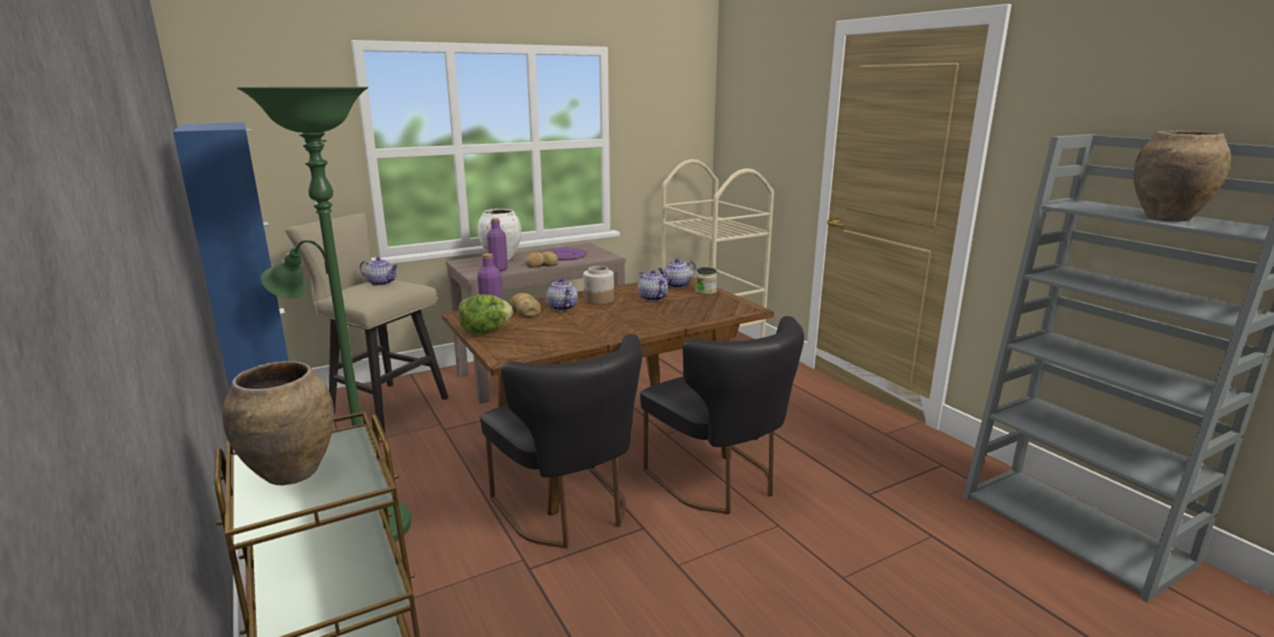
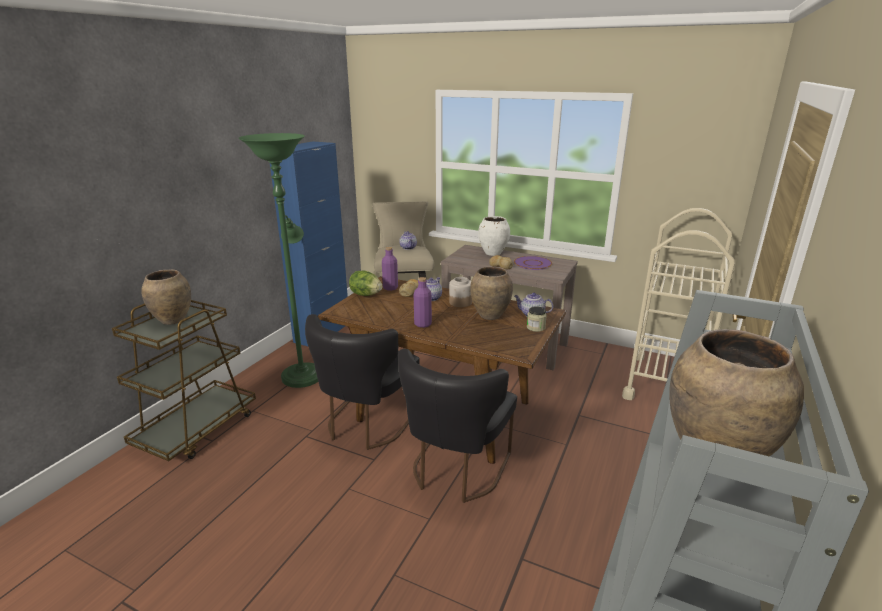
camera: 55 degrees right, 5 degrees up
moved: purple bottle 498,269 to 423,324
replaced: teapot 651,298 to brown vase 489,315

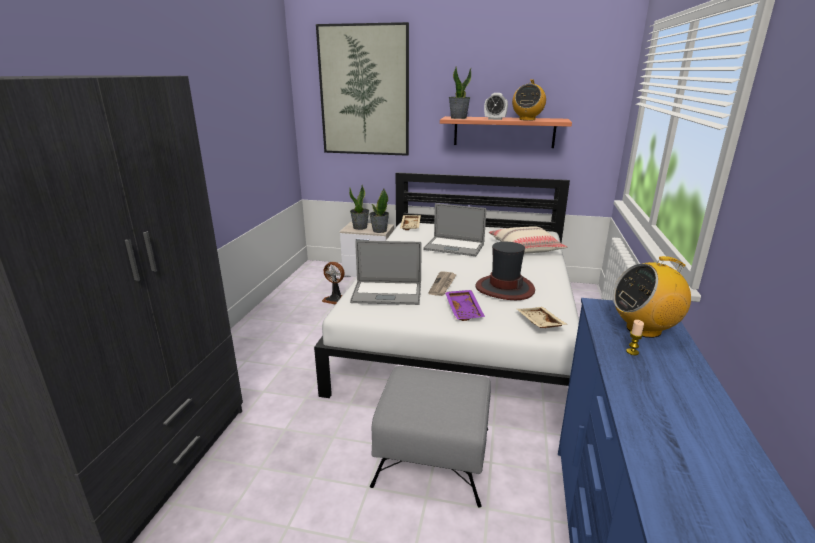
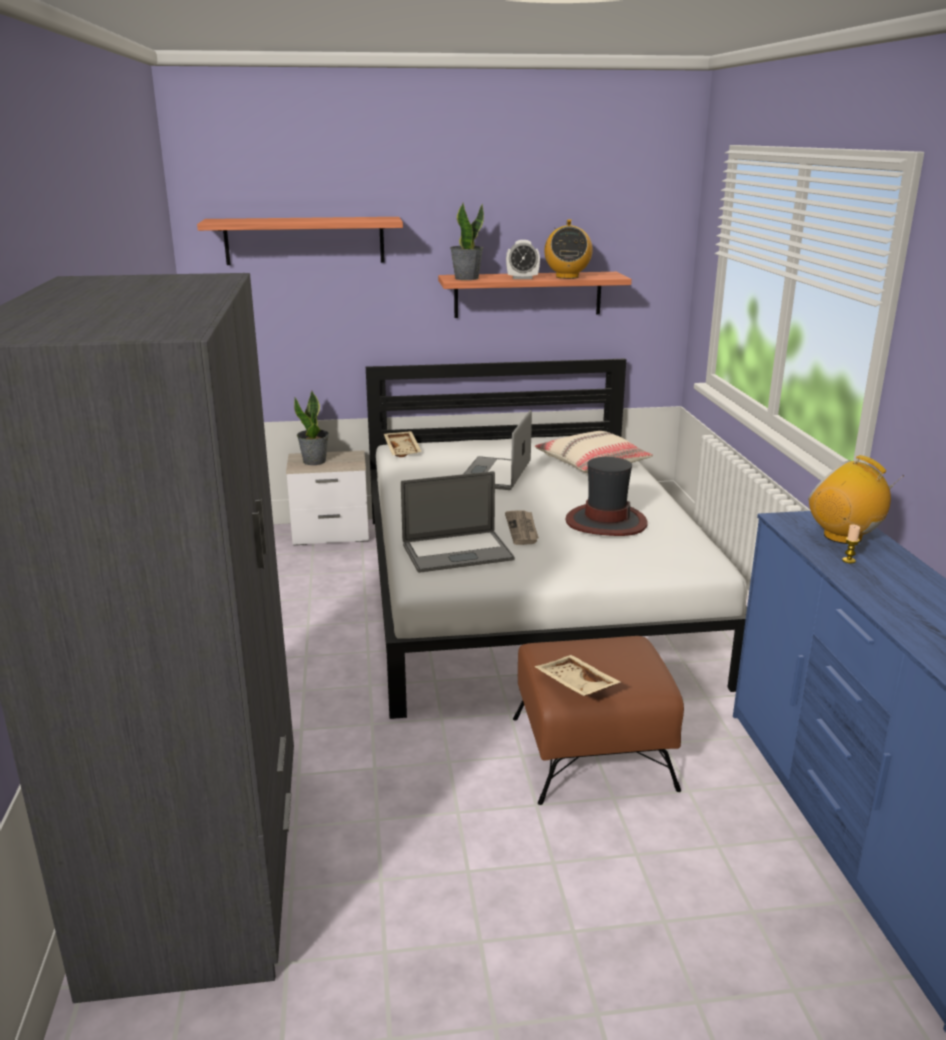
camera: 20 degrees left, 0 degrees up
removed: potted plant 379,230; fan 335,299; purple tray 464,310
moved: beige tray 538,323 to 574,685
replaced: picture 364,91 to shelf 304,240
recoloured: grey ottoman 434,456 to brown ottoman 593,753
turned: laptop 454,247 = 495,474 105 degrees clockwise; radio 644,329 = 843,536 75 degrees clockwise

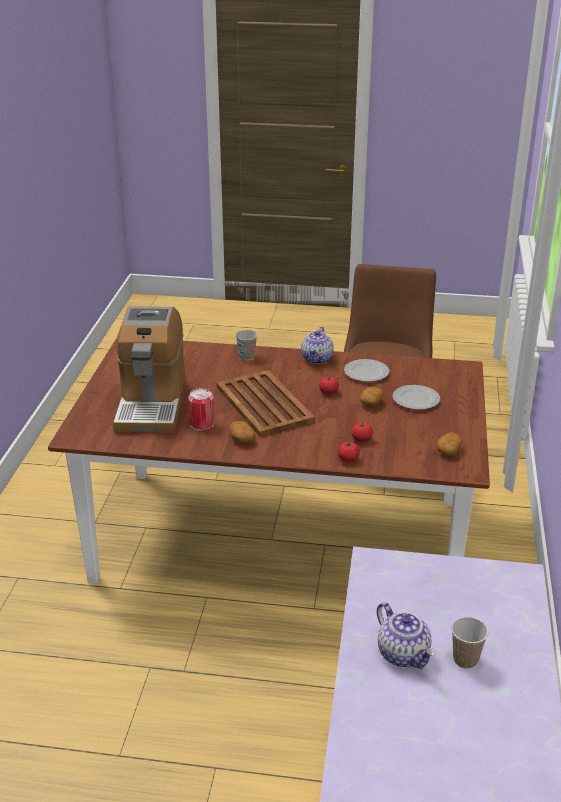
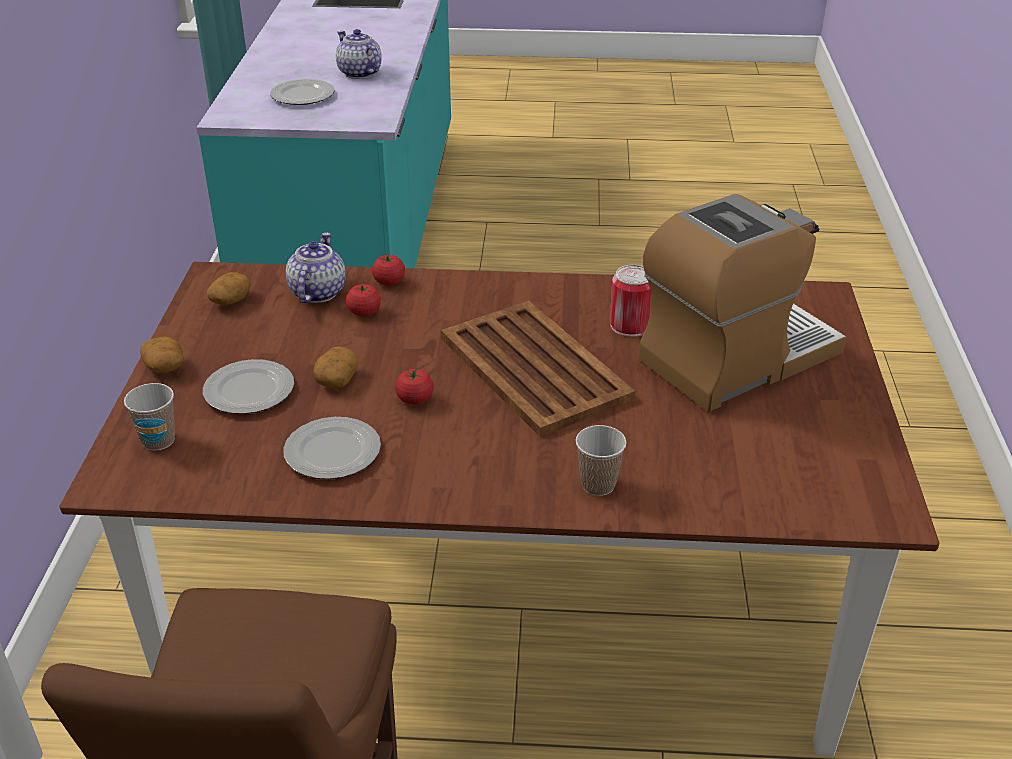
camera: 175 degrees right, 5 degrees up
added: plate 303,96
moved: teapot 317,359 to 317,292; potato 241,439 to 165,367; cup 465,659 to 158,440
turned: coffee machine 151,404 = 736,358 60 degrees clockwise

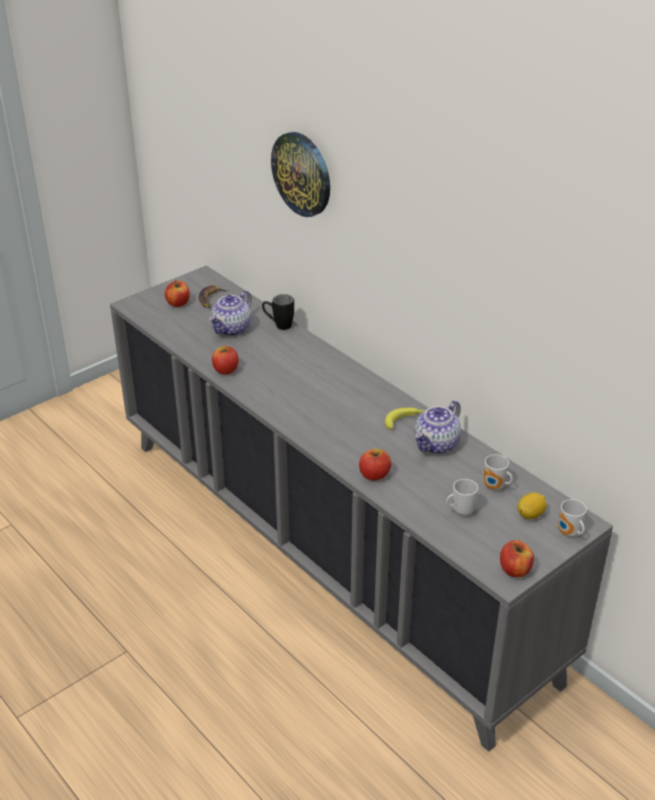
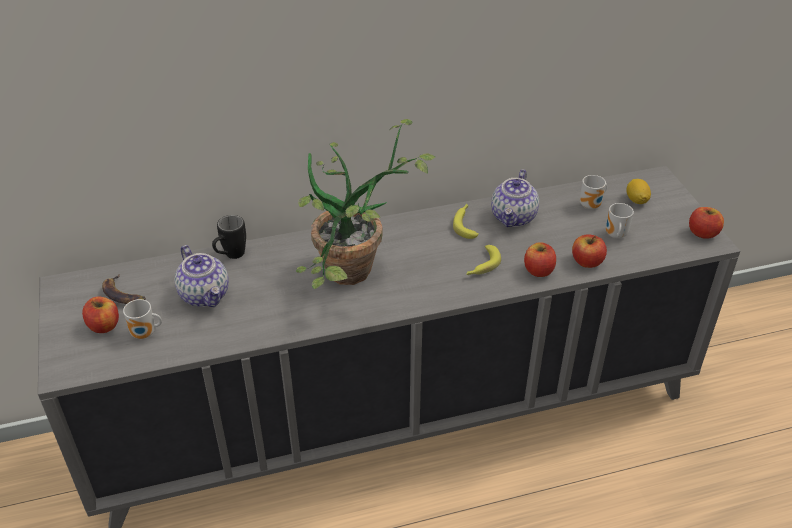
camera: 65 degrees left, 5 degrees up
removed: wall clock 302,174
added: potted plant 354,278; banana 481,266
moved: apple 225,370 to 587,262; mug 569,533 to 145,334
turned: teapot 436,444 = 514,217 45 degrees clockwise

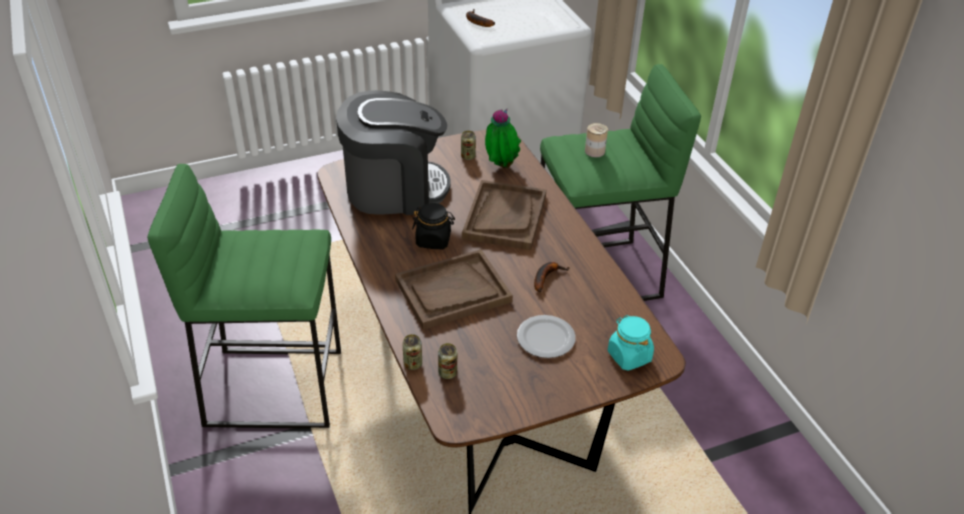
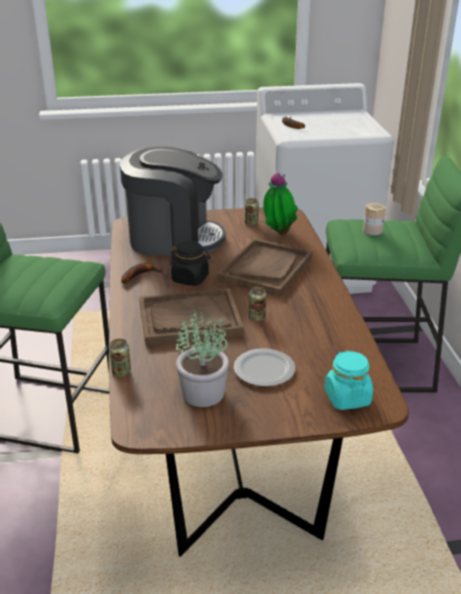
camera: 15 degrees right, 10 degrees down
added: potted plant 204,393
moved: banana 546,277 to 139,275; can 447,373 to 257,317

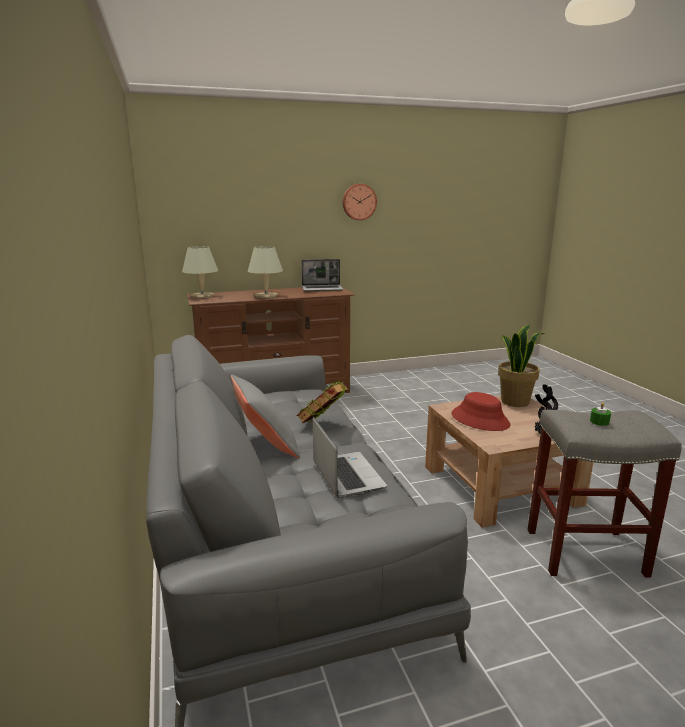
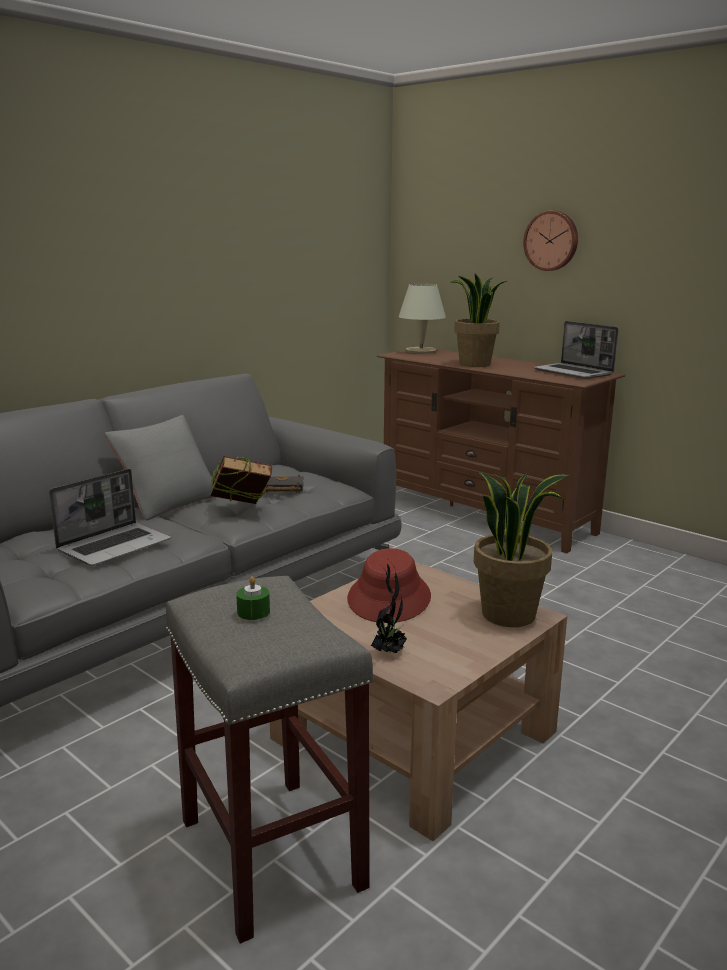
camera: 60 degrees right, 0 degrees up
added: black book 281,488
moved: wall clock 359,202 to 551,241
replaced: beige table lamp 266,296 to potted plant 475,364

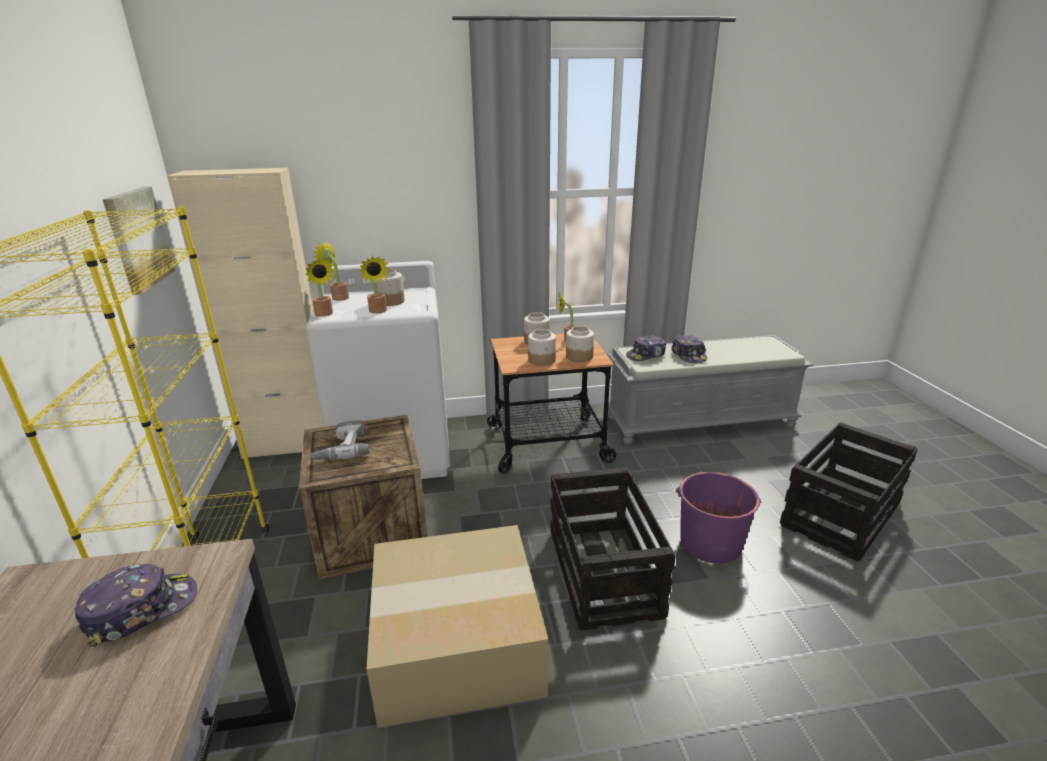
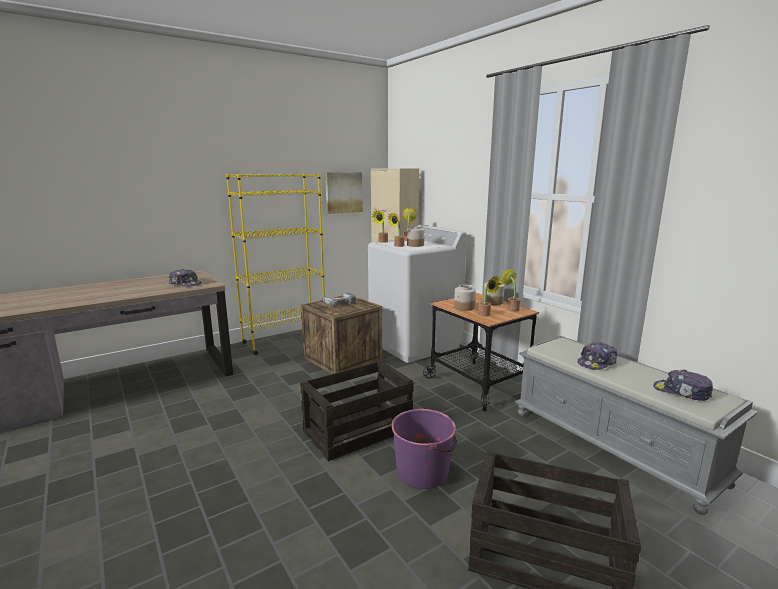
camera: 65 degrees right, 10 degrees down
removed: cardboard box 455,644
moved: cap 646,355 to 681,392
replaced: jar 579,356 to potted plant 486,315

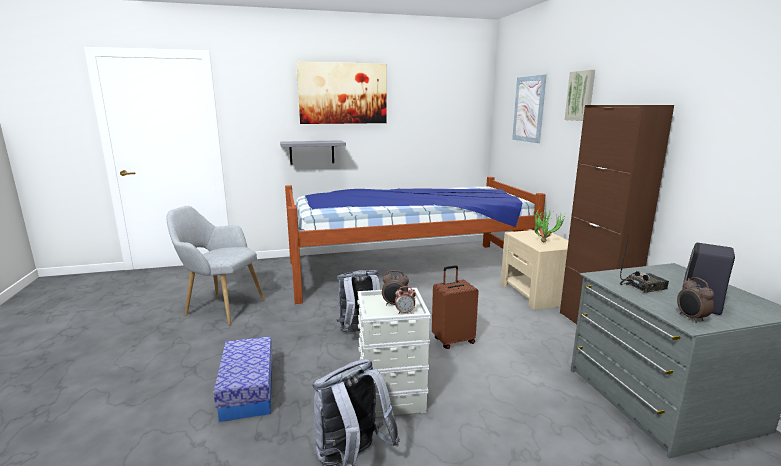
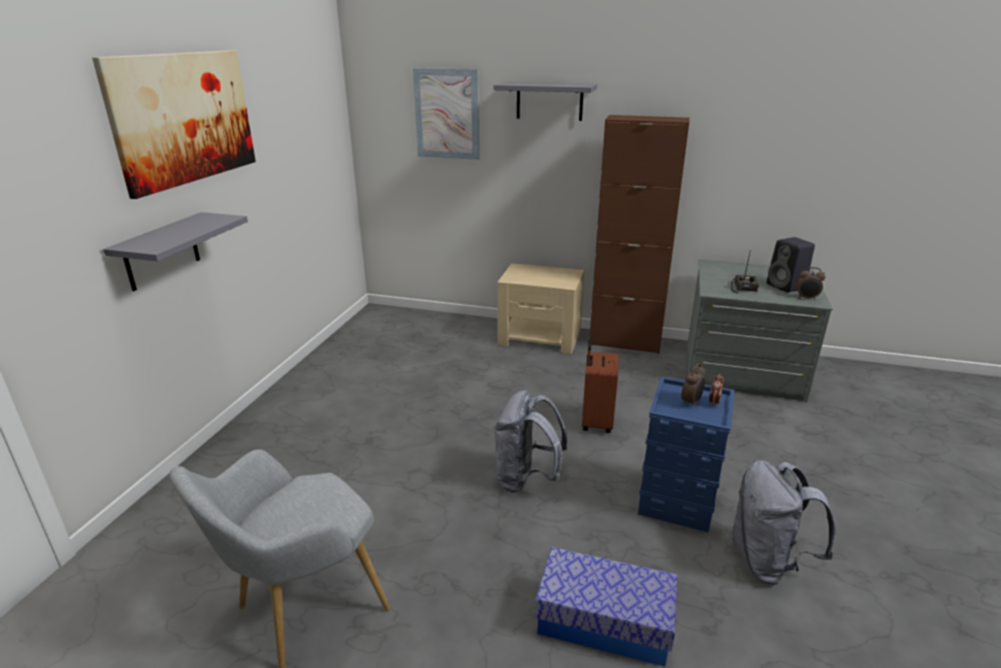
camera: 60 degrees left, 10 degrees up
removed: bed 407,269; potted plant 544,241
replaced: picture 581,96 to grey shelf 549,101
recoloured: grey storage box 392,395 to blue storage box 676,500

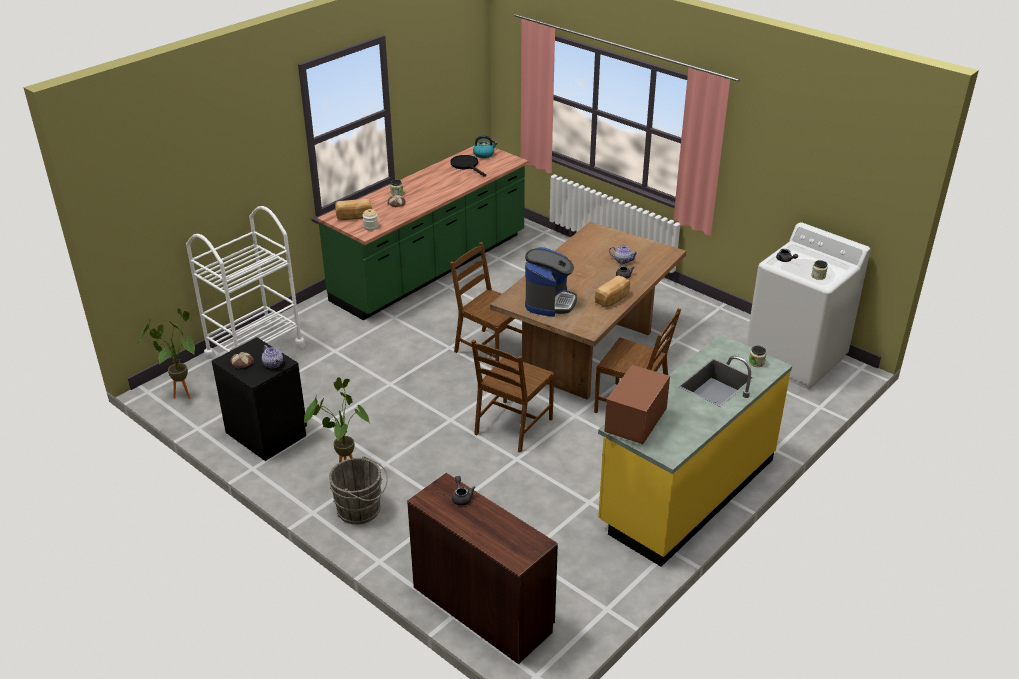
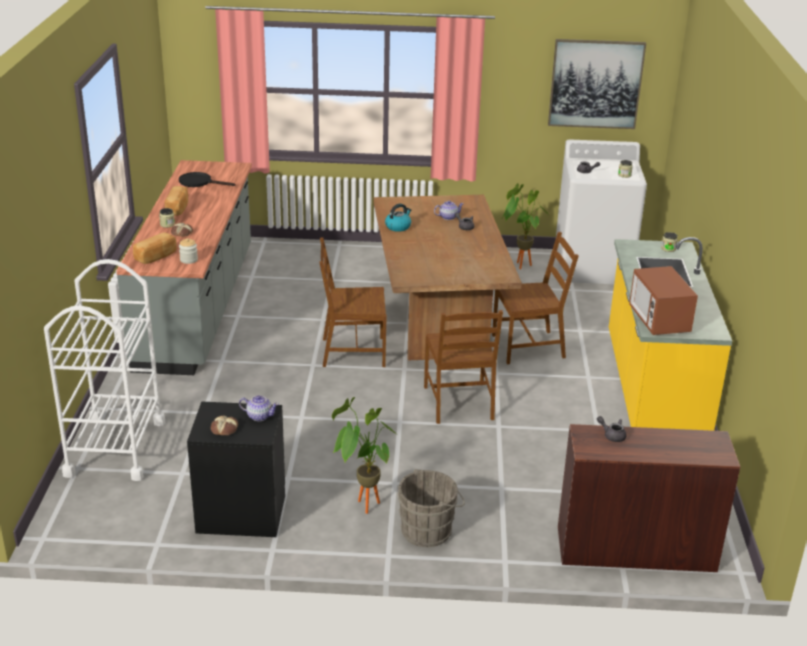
camera: 40 degrees left, 5 degrees down
removed: coffee machine 549,302
added: picture 595,84
moved: kettle 484,154 to 398,227; bread 613,299 to 178,208; potted plant 181,393 to 518,265
recoloured: green counter 431,268 to grey counter 198,306

